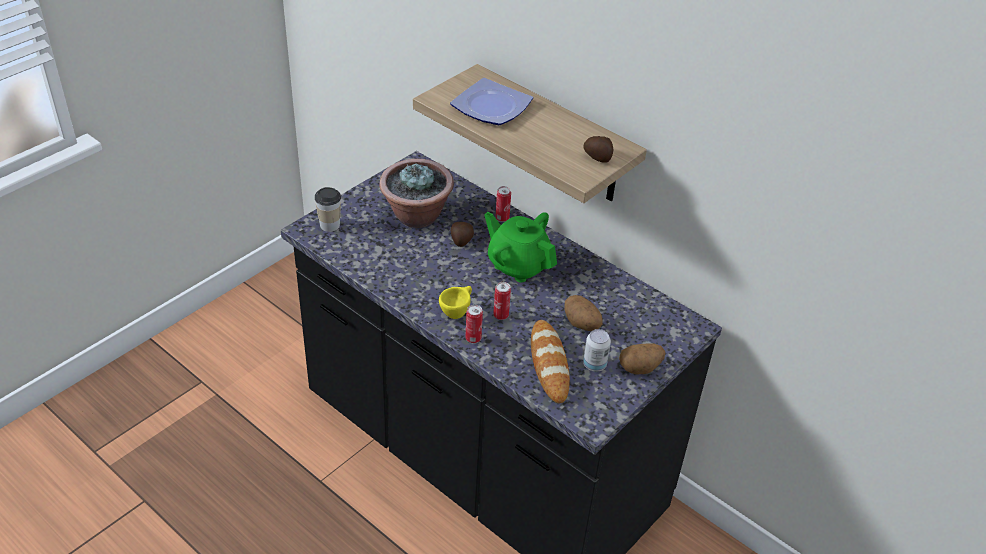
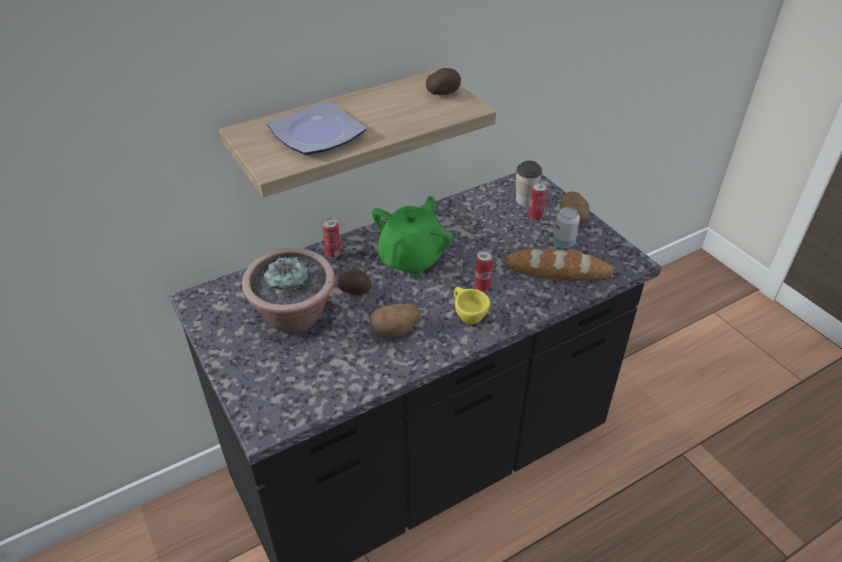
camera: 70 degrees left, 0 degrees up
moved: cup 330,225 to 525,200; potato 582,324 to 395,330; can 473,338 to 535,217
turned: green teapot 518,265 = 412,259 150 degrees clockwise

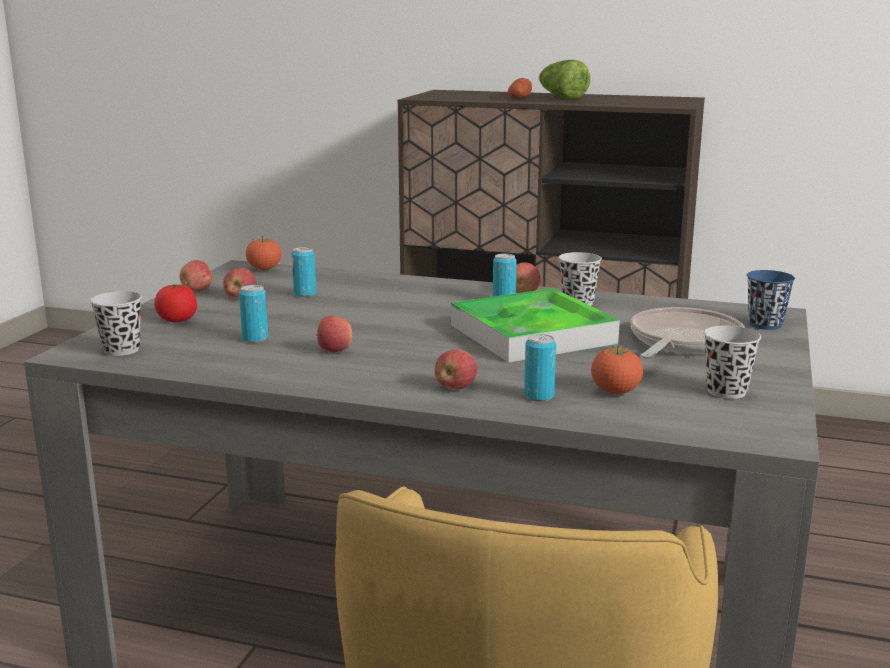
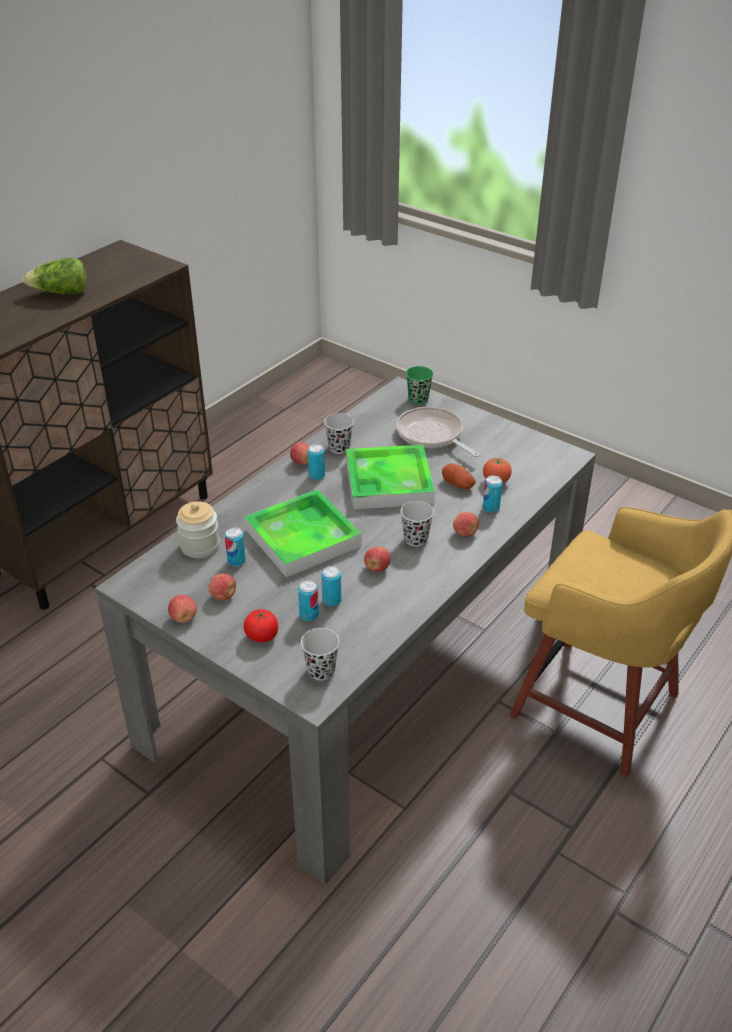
camera: 70 degrees left, 20 degrees up
removed: tomato 264,269
added: tray 302,538; jar 200,546; can 309,615
moved: potato 520,99 to 458,484; black cup 726,391 to 416,539
recoloured: blue cup 765,324 to green cup 418,399

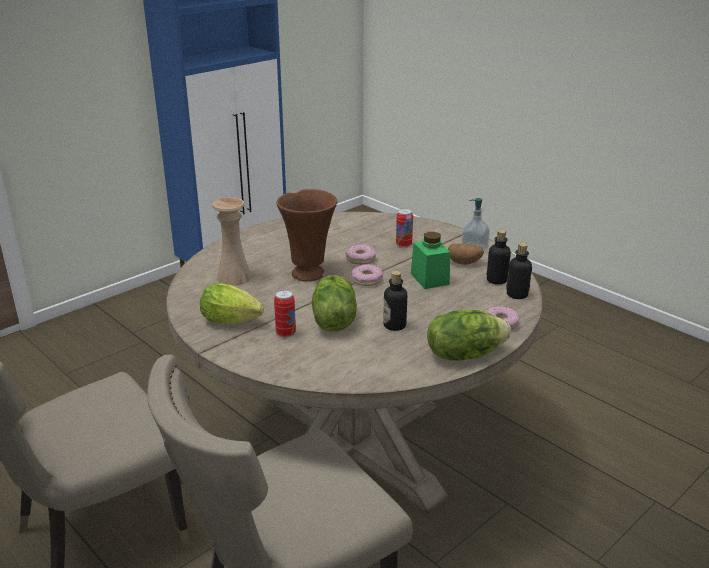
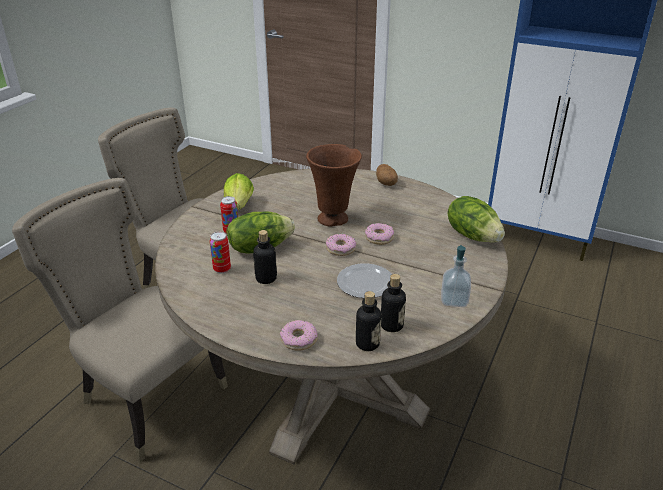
camera: 70 degrees right, 5 degrees up
removed: beige vase 234,277
moved: can 403,245 to 222,269; potato 464,263 to 386,183; lettuce 464,354 to 473,235
replaced: green jar 429,279 to plate 365,282

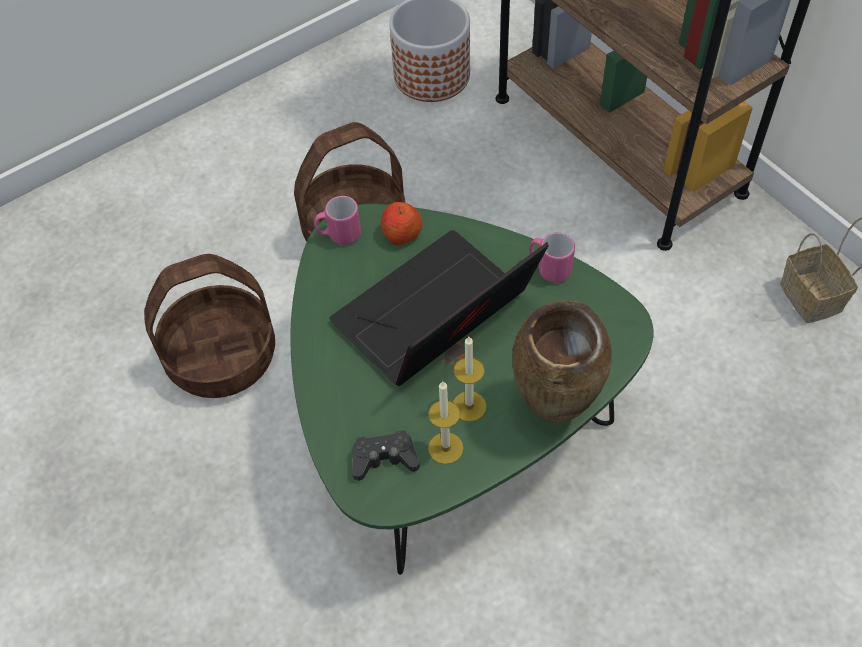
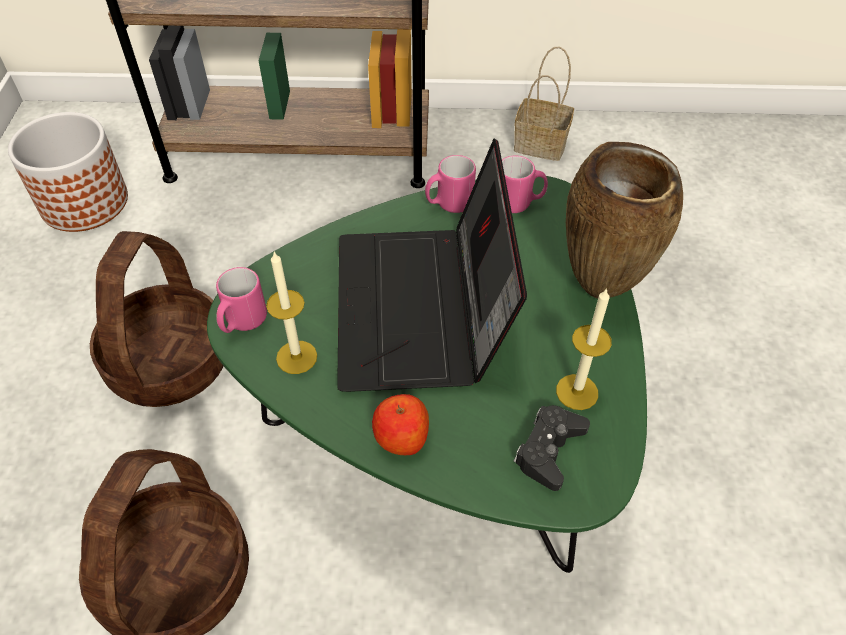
camera: 55 degrees left, 5 degrees down
added: pink mug 519,203
moved: apple 402,234 to 401,437; candle 469,406 to 296,357

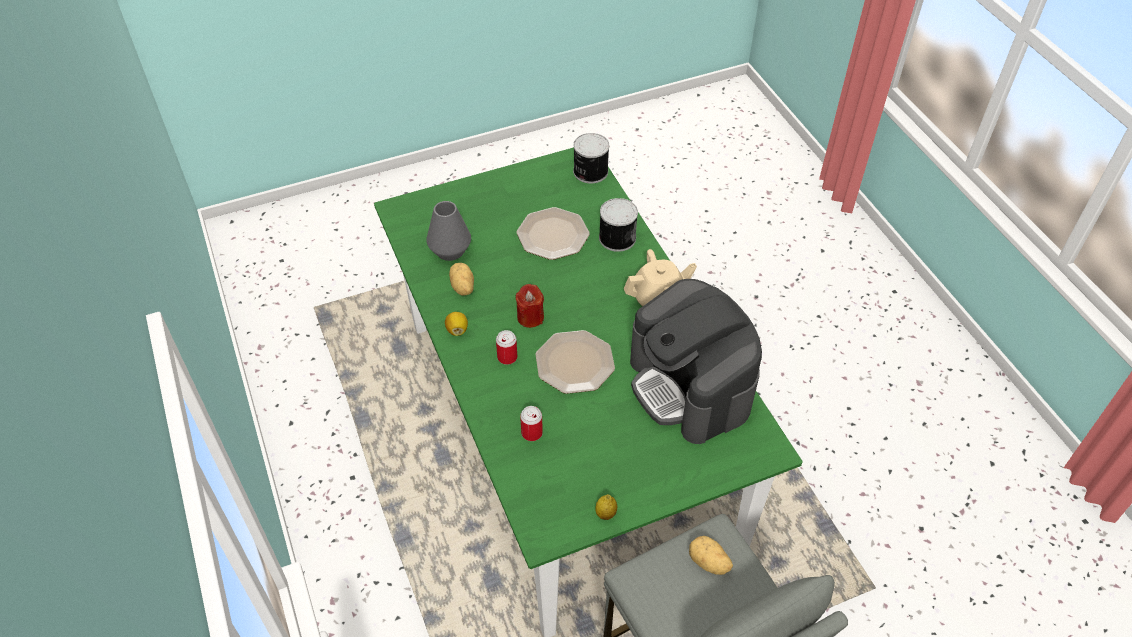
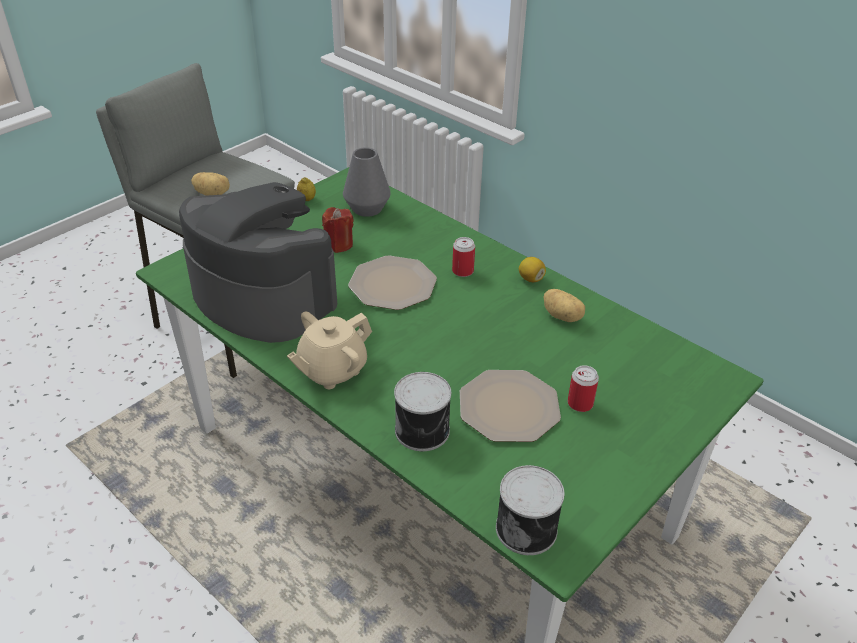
camera: 155 degrees right, 10 degrees down
moved: grey vase 450,250 to 367,208; red candle 530,317 to 338,244; can 532,433 to 580,403

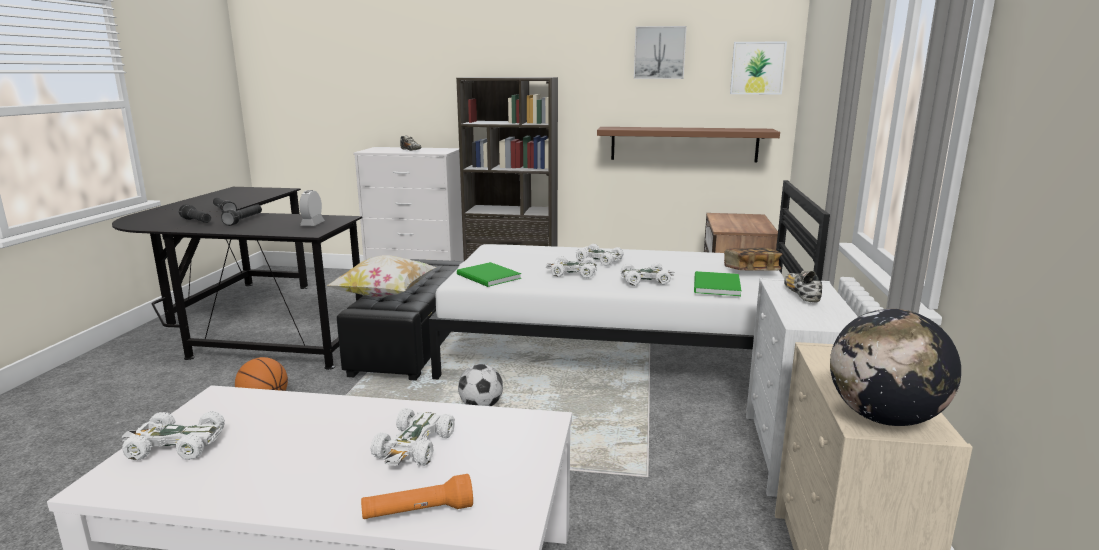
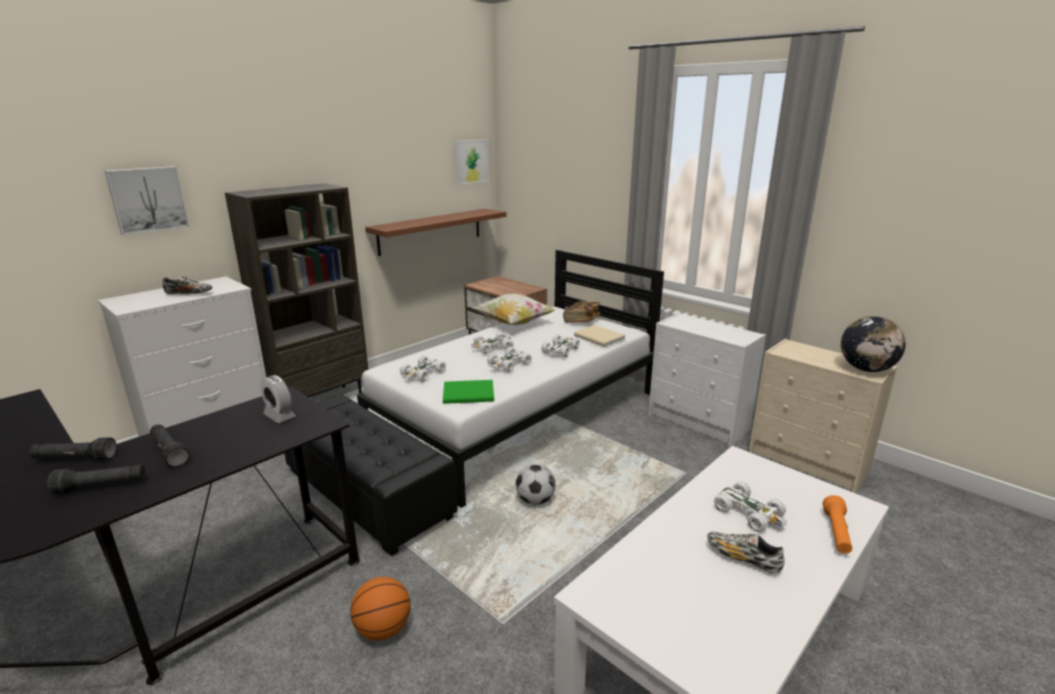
camera: 55 degrees left, 5 degrees up
moved: picture 659,52 to 148,199; pillow 385,295 to 514,323; shoe 801,295 to 742,558; white toy car 175,446 to 423,374
recoloured: green book 715,286 to beige book 599,338

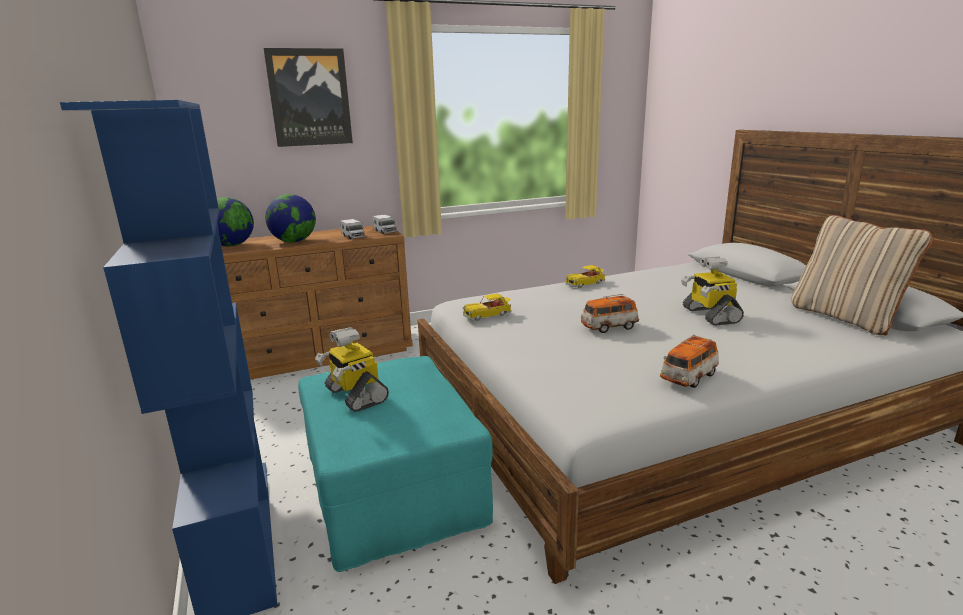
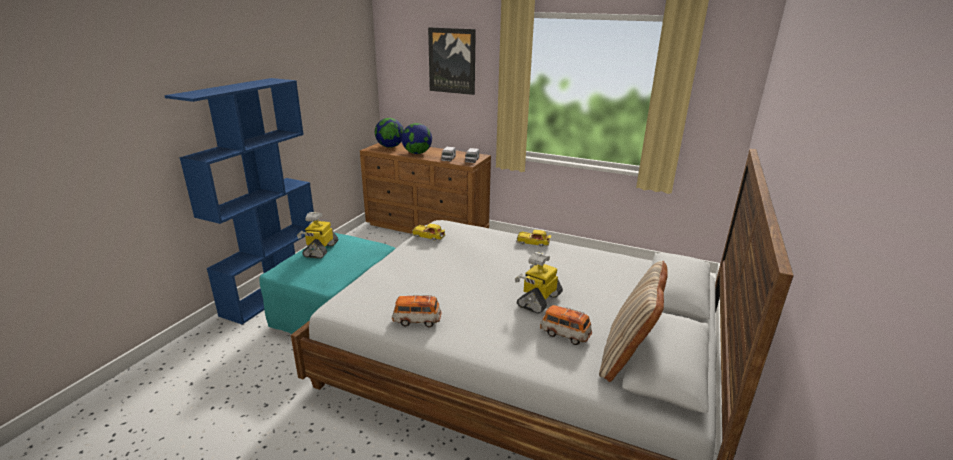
camera: 45 degrees right, 5 degrees up
moved: toy car 609,327 to 564,334

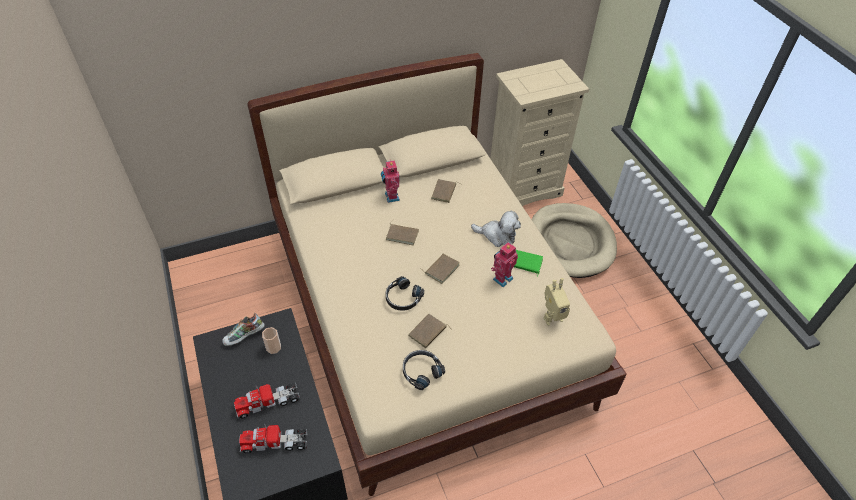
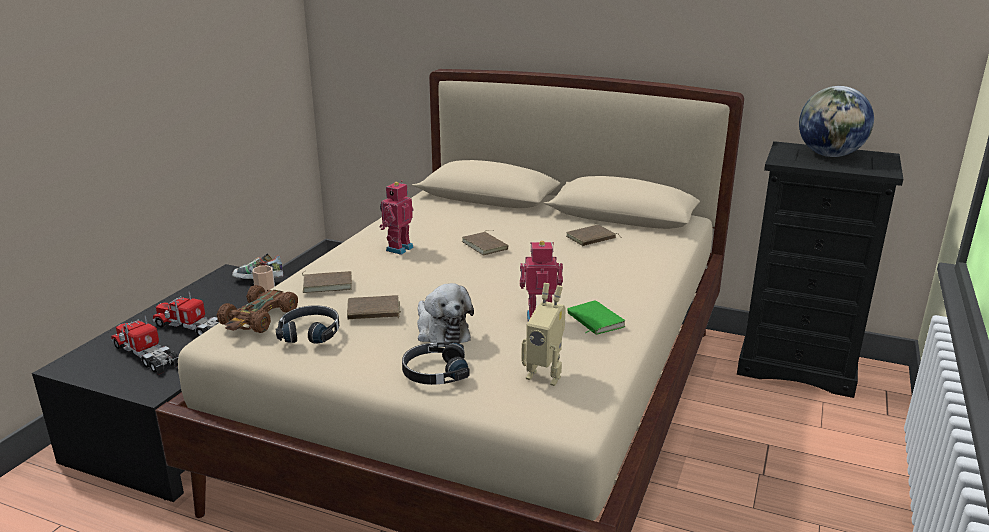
camera: 45 degrees right, 25 degrees down
removed: beige dog bed 570,243
added: globe 830,155; brown toy car 259,318
moved: toy robot 391,197 to 398,248; plush toy 497,235 to 441,332; brown book 441,269 to 328,284; black headphones 403,298 to 434,372
recoloured: beige dresser 523,188 to black dresser 797,366

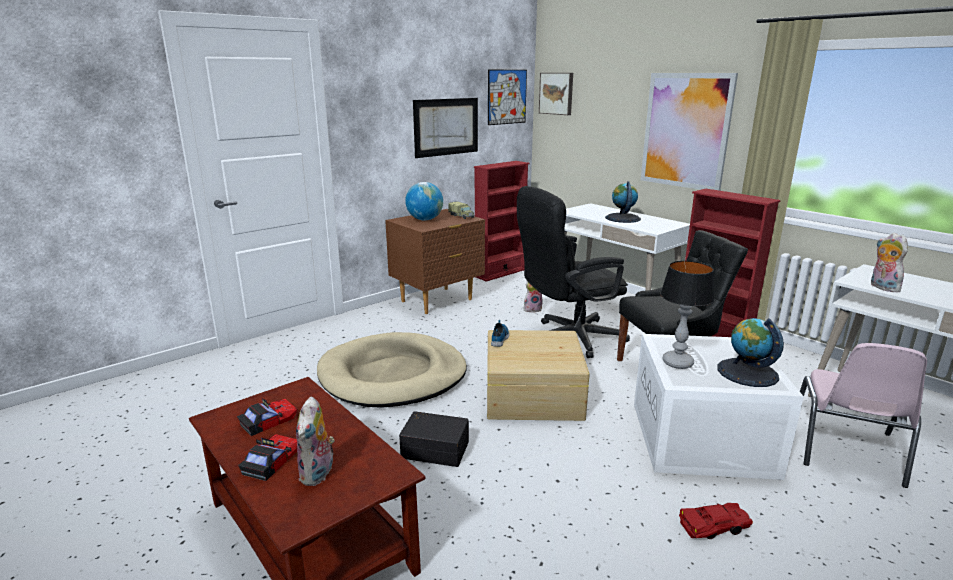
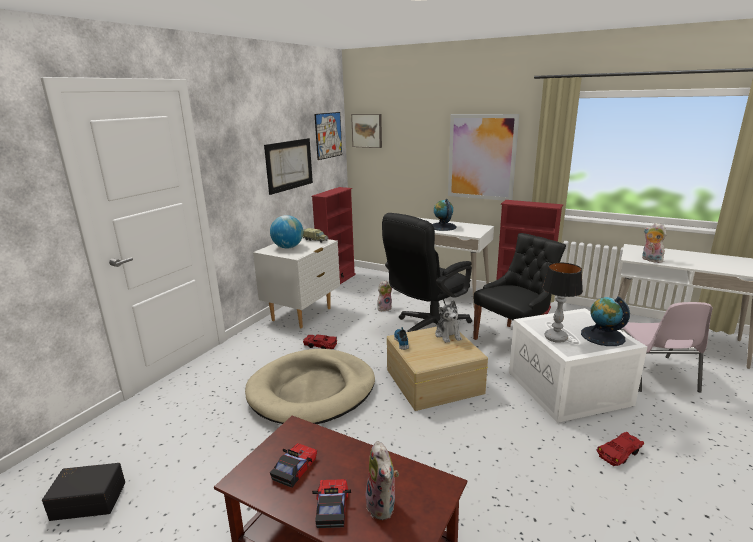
camera: 20 degrees left, 0 degrees up
added: plush toy 448,335; red toy car 320,345
moved: black storage box 435,448 to 89,499
recoloured: brown nightstand 437,301 to white nightstand 302,314

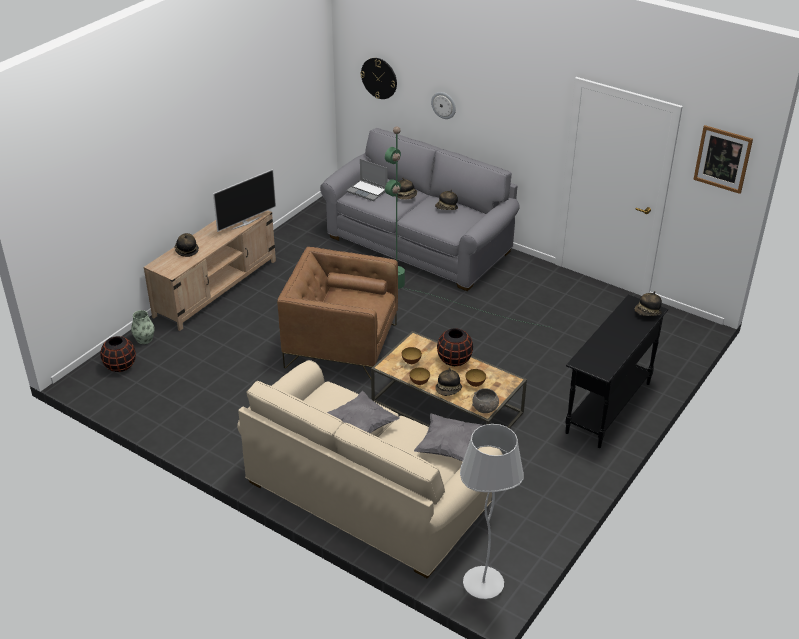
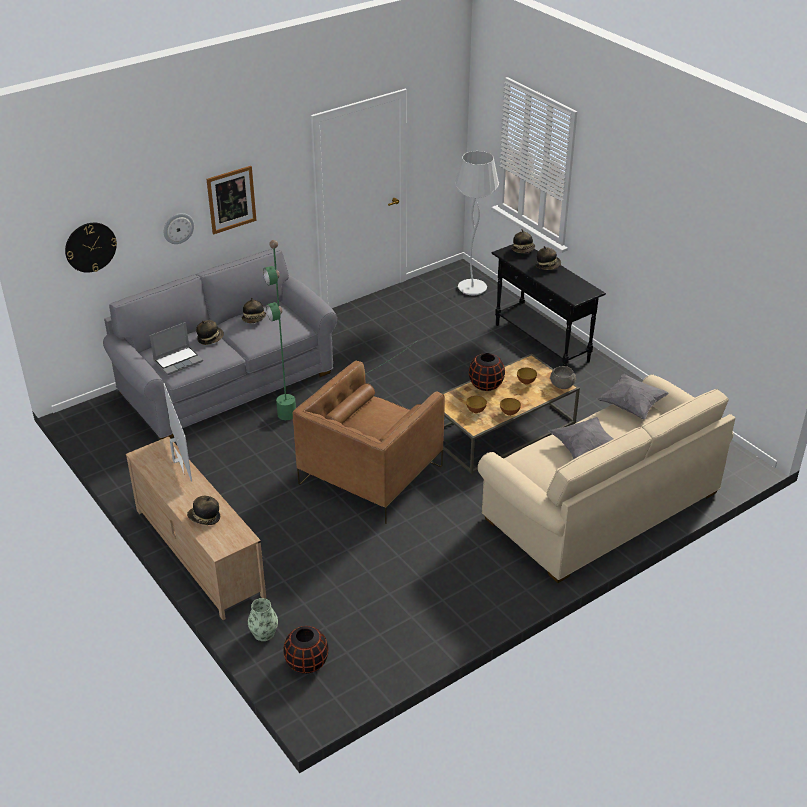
camera: 70 degrees left, 0 degrees up
moved: picture 722,159 to 231,199; hat 448,390 to 548,266; white floor lamp 483,584 to 472,288

